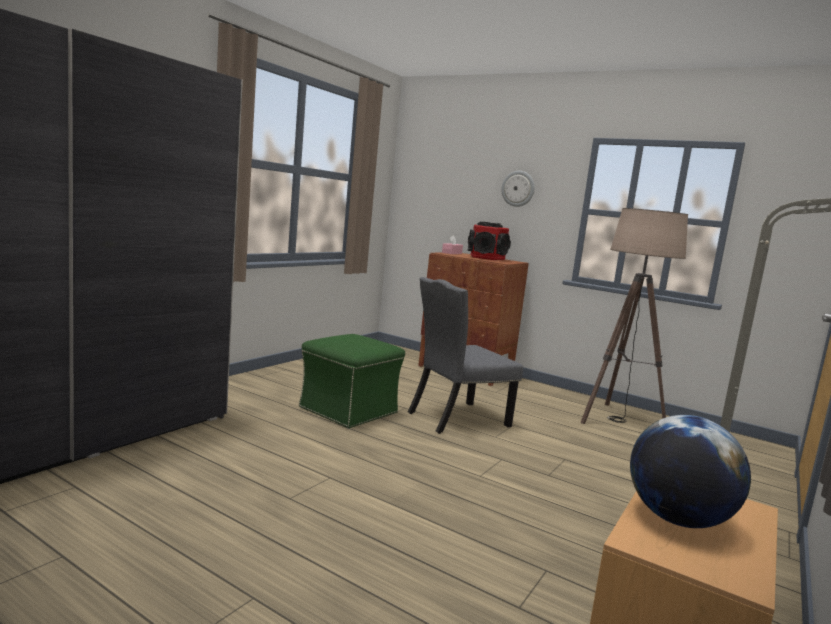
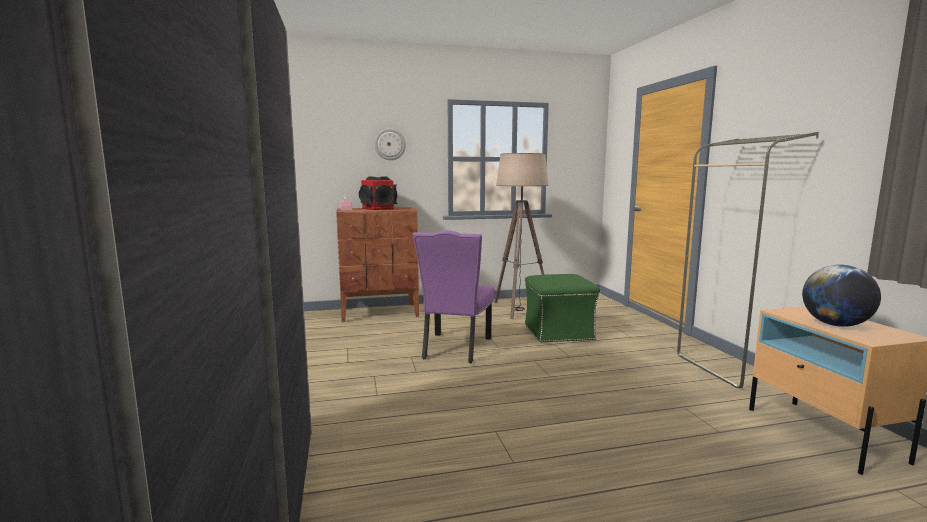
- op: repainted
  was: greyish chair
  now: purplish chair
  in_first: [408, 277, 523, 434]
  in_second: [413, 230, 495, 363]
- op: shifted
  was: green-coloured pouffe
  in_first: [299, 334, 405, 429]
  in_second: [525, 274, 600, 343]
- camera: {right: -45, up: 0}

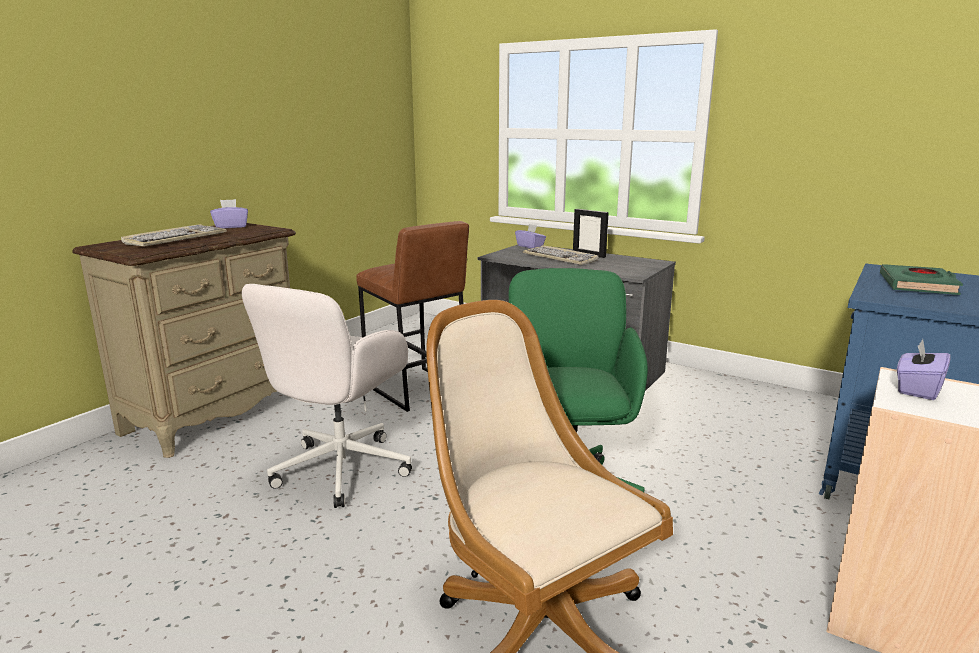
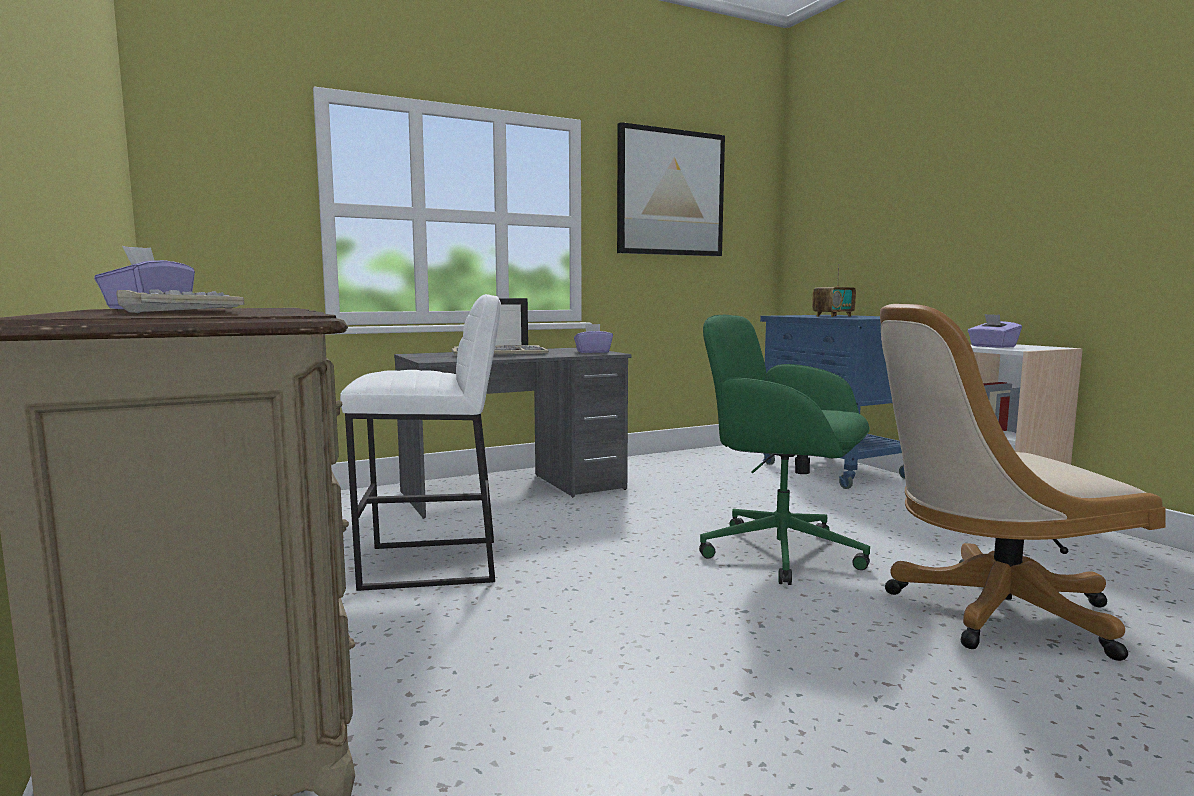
- op: repainted
  was: brown sitting stool
  now: whitish sitting stool
  in_first: [356, 221, 469, 412]
  in_second: [340, 294, 501, 591]
- op: shifted
  was: purplish box of tissues
  in_first: [515, 224, 546, 248]
  in_second: [574, 324, 613, 353]
- op: swapped
  was: green-coloured book
  now: radio
  in_first: [880, 264, 963, 295]
  in_second: [812, 264, 856, 317]
- op: gone
  was: whitish office chair
  in_first: [242, 284, 412, 508]
- op: new
  now: wall picture
  in_second: [617, 122, 725, 256]
- camera: {right: -60, up: -10}

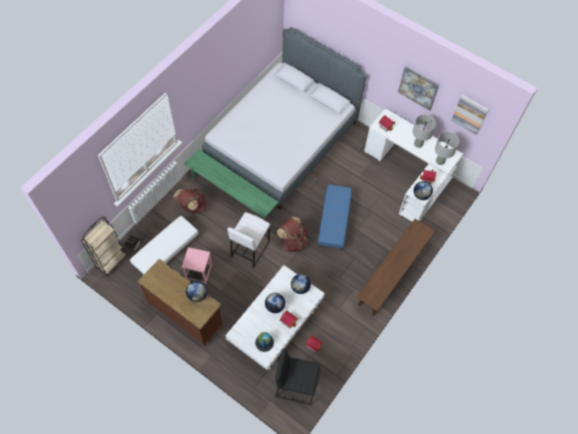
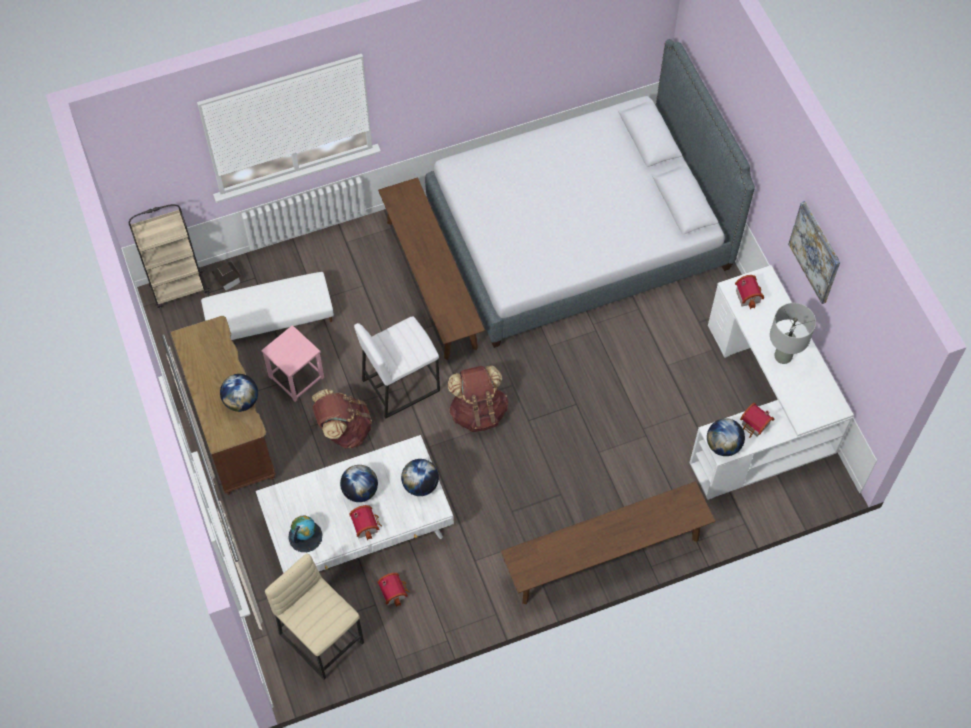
- op: gone
  was: wall picture
  in_first: [451, 95, 489, 135]
- op: gone
  was: greyish table lamp
  in_first: [435, 132, 459, 165]
- op: repainted
  was: green-coloured indoor bench
  now: brown indoor bench
  in_first: [184, 149, 278, 219]
  in_second: [378, 177, 485, 360]
- op: gone
  was: blue-coloured pouffe
  in_first: [318, 185, 352, 251]
- op: shifted
  was: brown rucksack
  in_first: [173, 188, 206, 214]
  in_second: [312, 389, 372, 448]
- op: repainted
  was: black sitting stool
  now: beige sitting stool
  in_first: [275, 349, 320, 405]
  in_second: [265, 553, 364, 679]
- camera: {right: 35, up: 0}

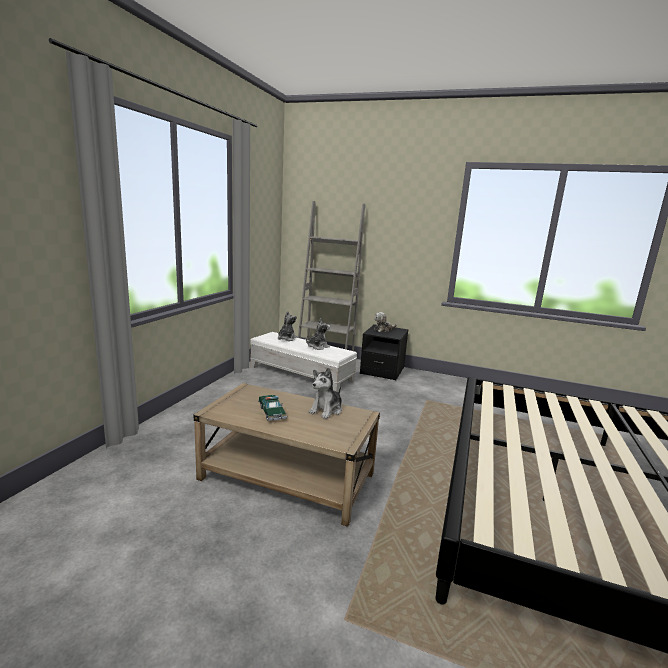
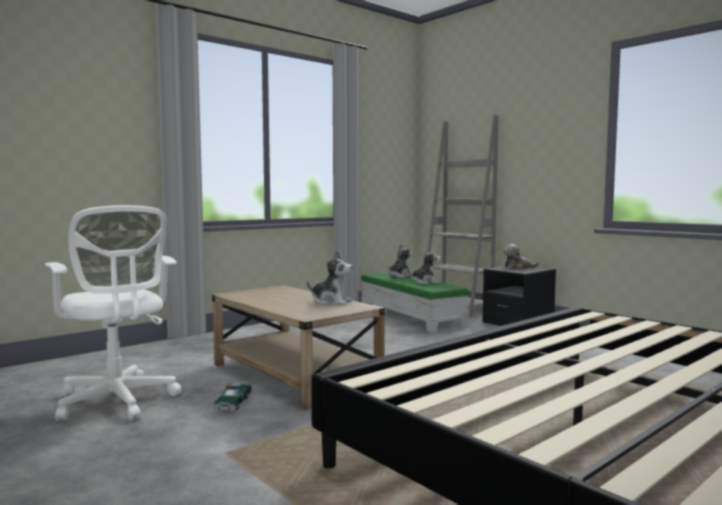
- op: repainted
  was: whitish pouffe
  now: green-coloured pouffe
  in_first: [250, 332, 357, 392]
  in_second: [361, 272, 469, 333]
- op: rotated
  was: soft toy
  in_first: [309, 368, 342, 419]
  in_second: [306, 251, 353, 305]
  clockwise: -135
- op: shifted
  was: model car
  in_first: [258, 395, 287, 421]
  in_second: [213, 384, 253, 410]
- op: new
  now: whitish office chair
  in_second: [45, 205, 182, 421]
- camera: {right: 30, up: -10}

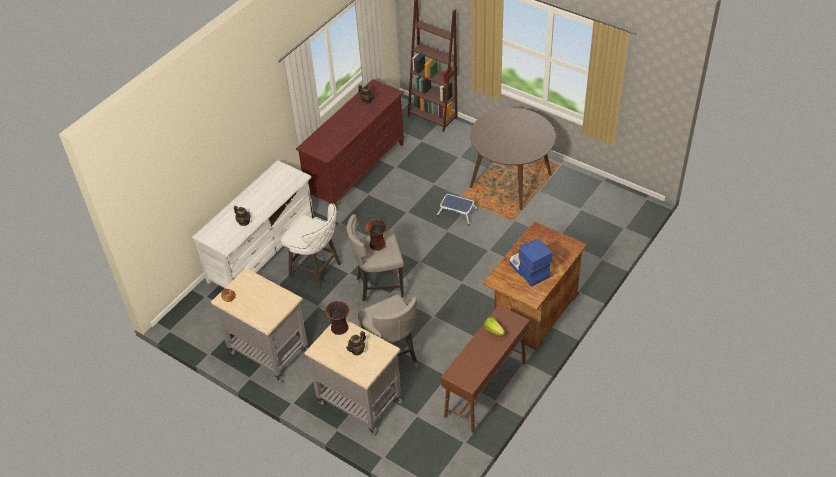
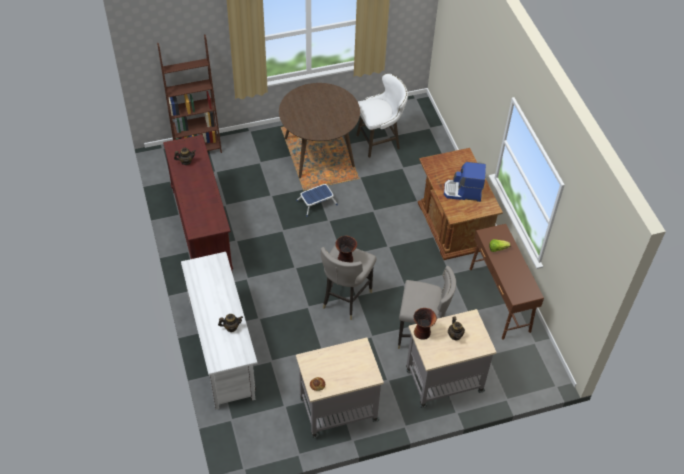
- op: shifted
  was: whitish sitting stool
  in_first: [281, 203, 341, 289]
  in_second: [356, 73, 408, 158]
- camera: {right: -55, up: 5}

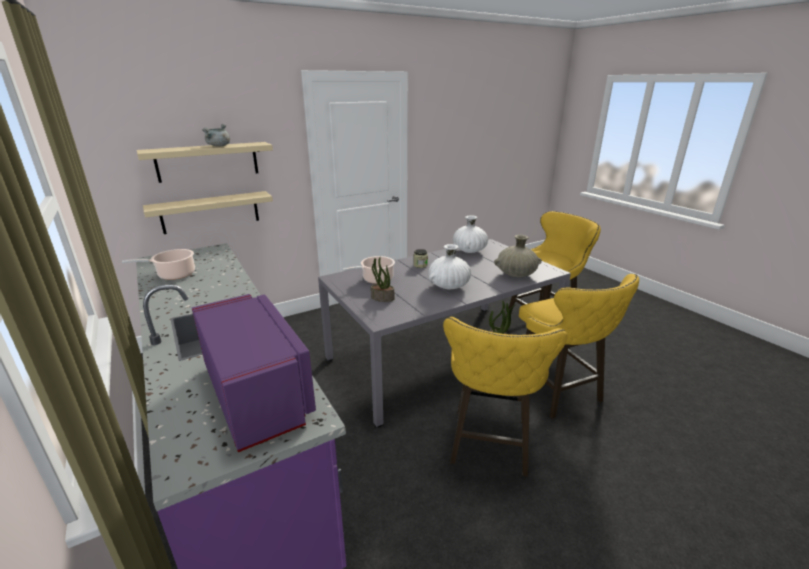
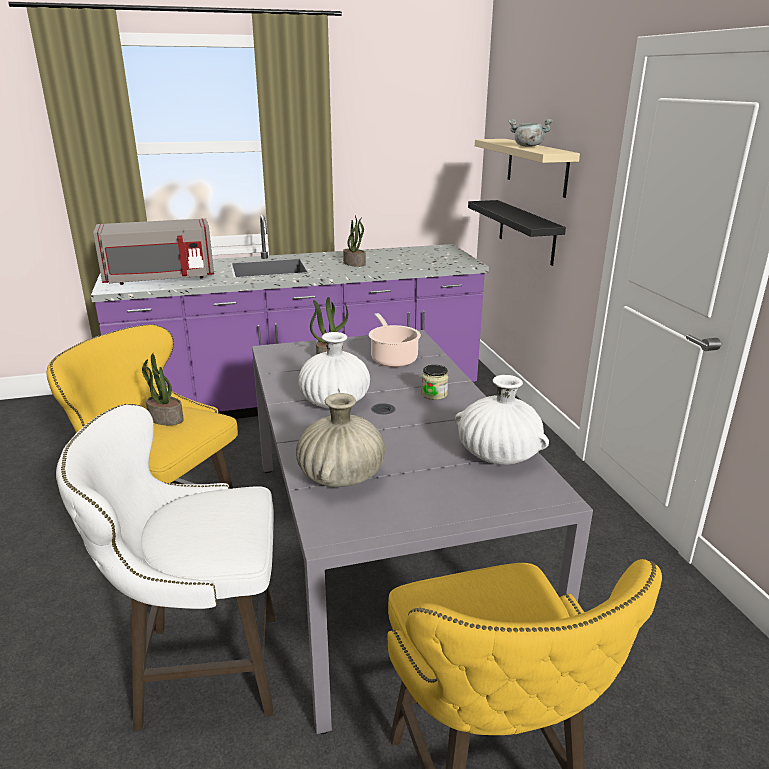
- op: repainted
  was: beige shelf
  now: black shelf
  in_first: [143, 191, 273, 234]
  in_second: [468, 200, 566, 266]
- op: gone
  was: saucepot
  in_first: [122, 249, 195, 280]
- op: repainted
  was: yellow sitting stool
  now: whitish sitting stool
  in_first: [519, 274, 639, 419]
  in_second: [56, 404, 275, 730]
- op: repainted
  was: purplish kitchen microwave
  now: greyish kitchen microwave
  in_first: [192, 294, 316, 452]
  in_second: [93, 218, 214, 285]
- op: new
  now: plant in a pot
  in_second: [343, 216, 366, 267]
- camera: {right: 105, up: 0}

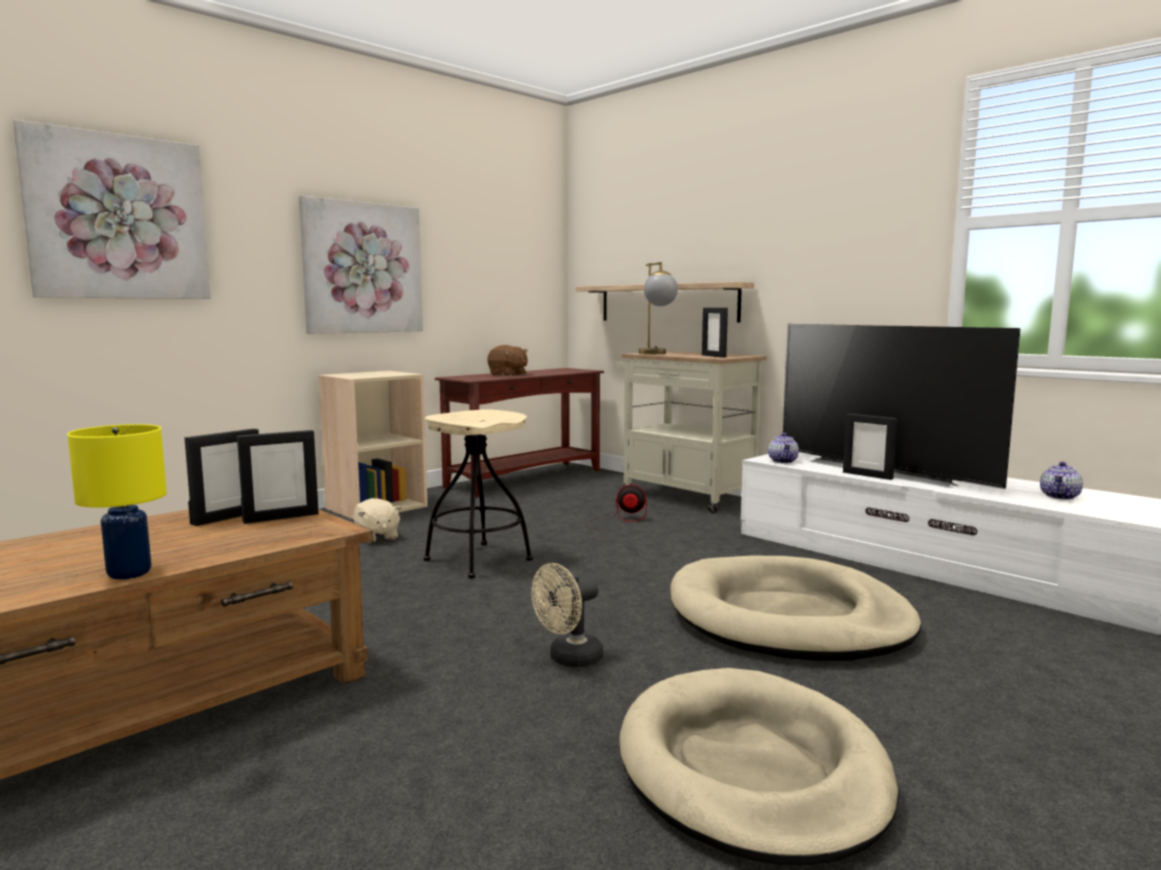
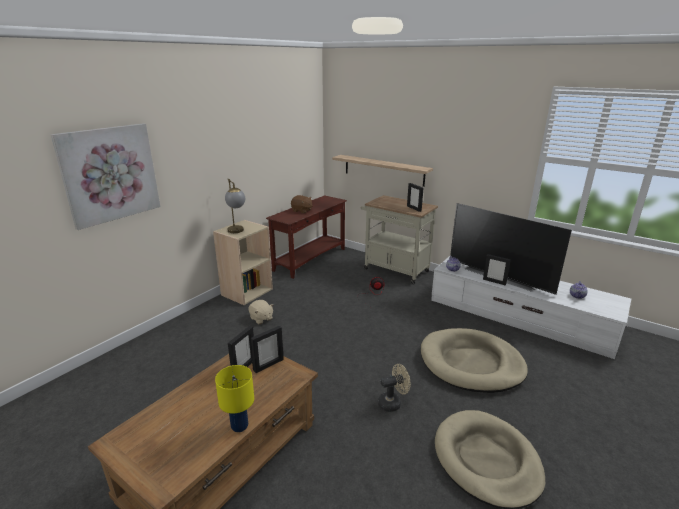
- op: gone
  was: wall picture
  in_first: [299, 196, 423, 334]
- op: shifted
  was: table lamp
  in_first: [639, 262, 678, 354]
  in_second: [225, 179, 245, 233]
- op: gone
  was: beige sitting stool
  in_first: [424, 409, 533, 579]
- op: rotated
  was: beige cooling fan
  in_first: [531, 563, 604, 667]
  in_second: [378, 364, 410, 412]
  clockwise: -150
- camera: {right: -10, up: 15}

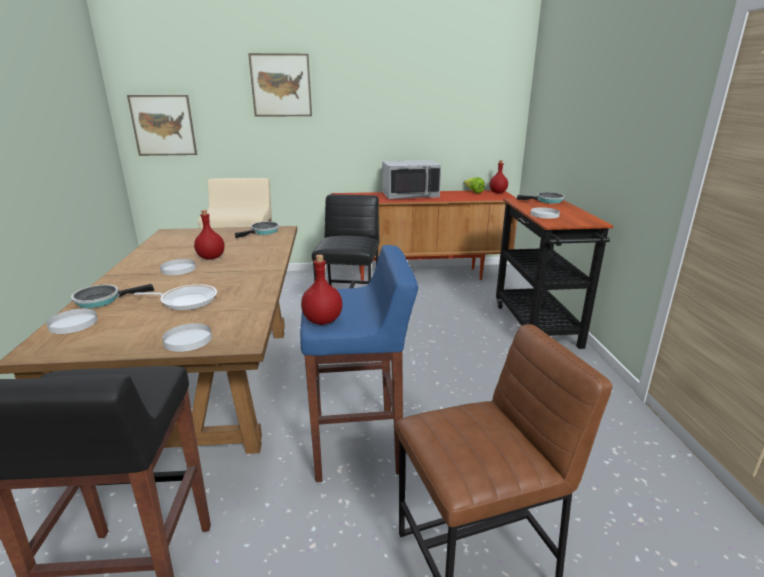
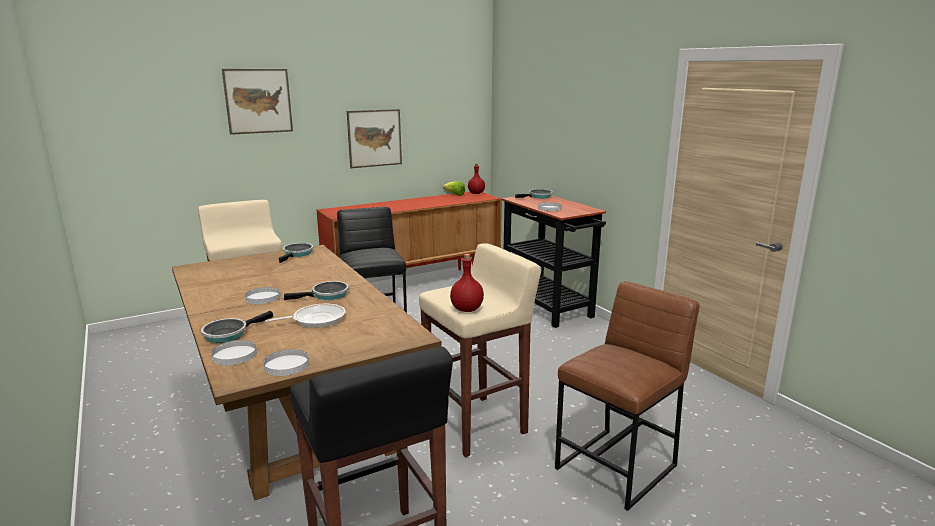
- op: shifted
  was: wall picture
  in_first: [127, 95, 197, 156]
  in_second: [347, 109, 402, 168]
- op: gone
  was: greyish kitchen microwave
  in_first: [382, 160, 441, 199]
- op: gone
  was: reddish drink bottle
  in_first: [194, 210, 225, 260]
- op: repainted
  was: blue-coloured sitting stool
  now: beige sitting stool
  in_first: [300, 245, 418, 482]
  in_second: [419, 243, 541, 457]
- op: shifted
  was: whitish flat dish
  in_first: [162, 323, 212, 352]
  in_second: [263, 349, 309, 376]
- op: new
  now: skillet
  in_second: [284, 281, 349, 300]
- camera: {right: -25, up: -5}

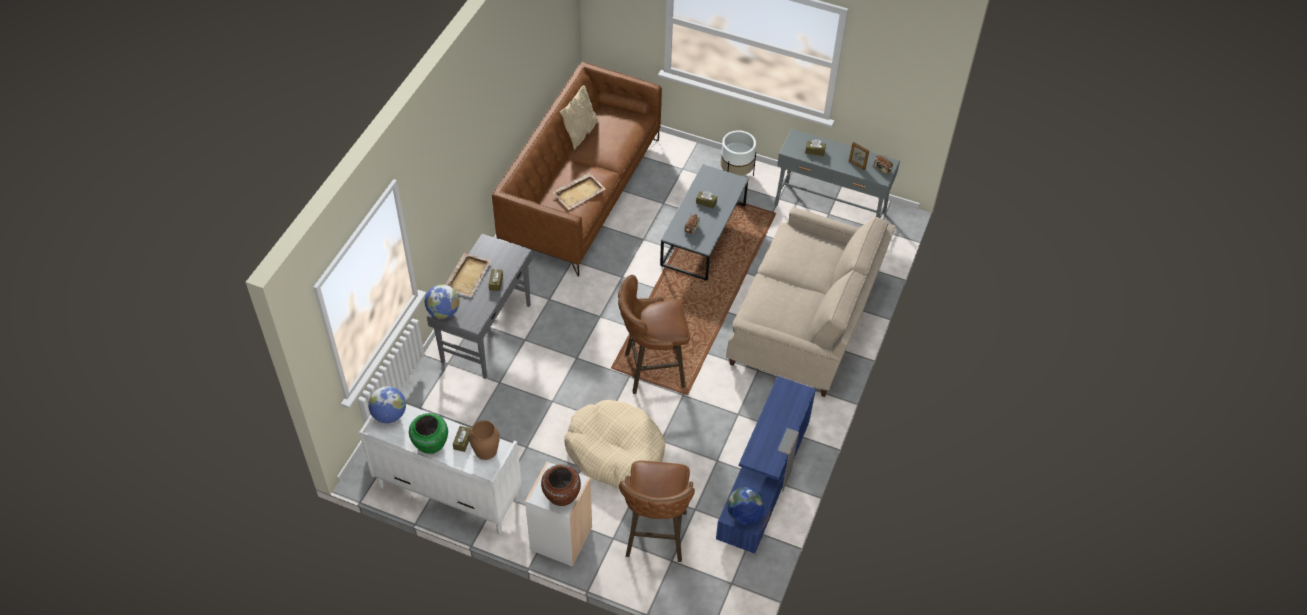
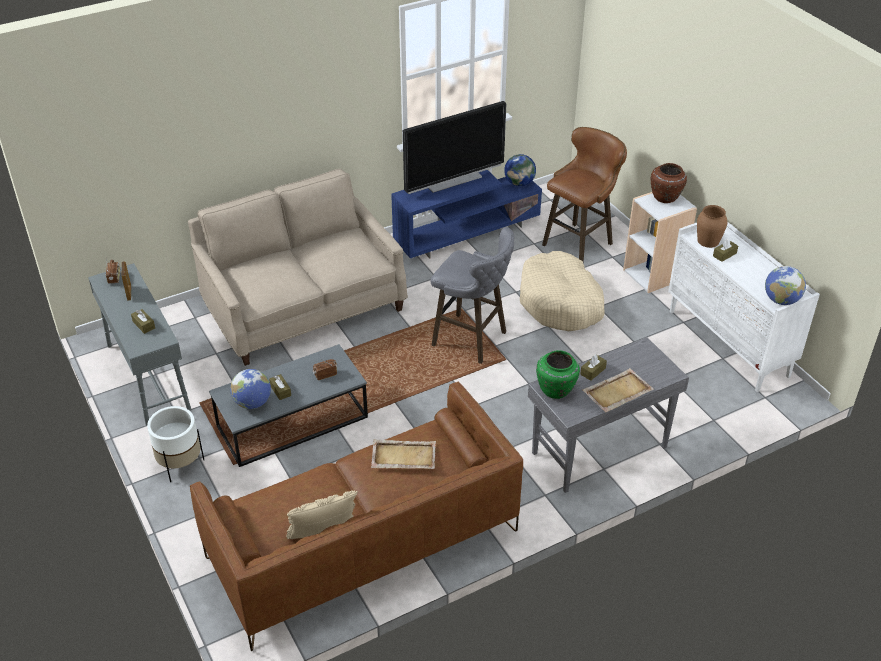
- op: repainted
  was: brown sitting stool
  now: greyish sitting stool
  in_first: [618, 275, 690, 394]
  in_second: [430, 227, 514, 364]
- op: shifted
  was: desk globe
  in_first: [425, 284, 459, 319]
  in_second: [230, 369, 271, 409]
- op: shifted
  was: green-coloured vase
  in_first: [409, 413, 448, 454]
  in_second: [536, 350, 580, 399]
- op: new
  now: TV
  in_second: [403, 101, 506, 194]
- camera: {right: -140, up: -10}

